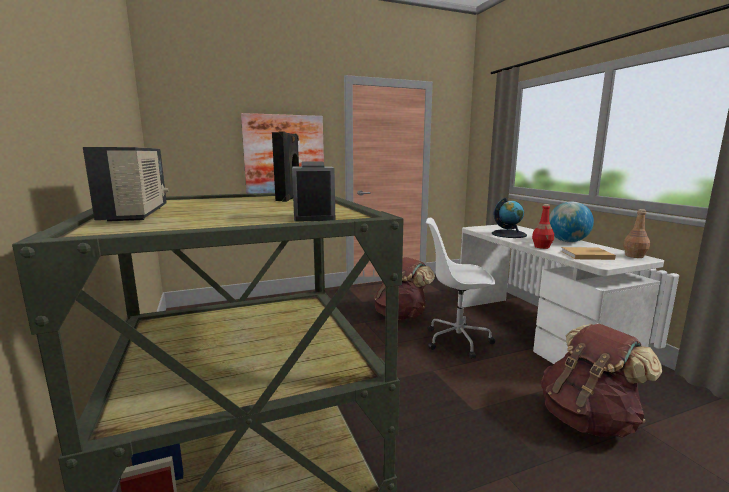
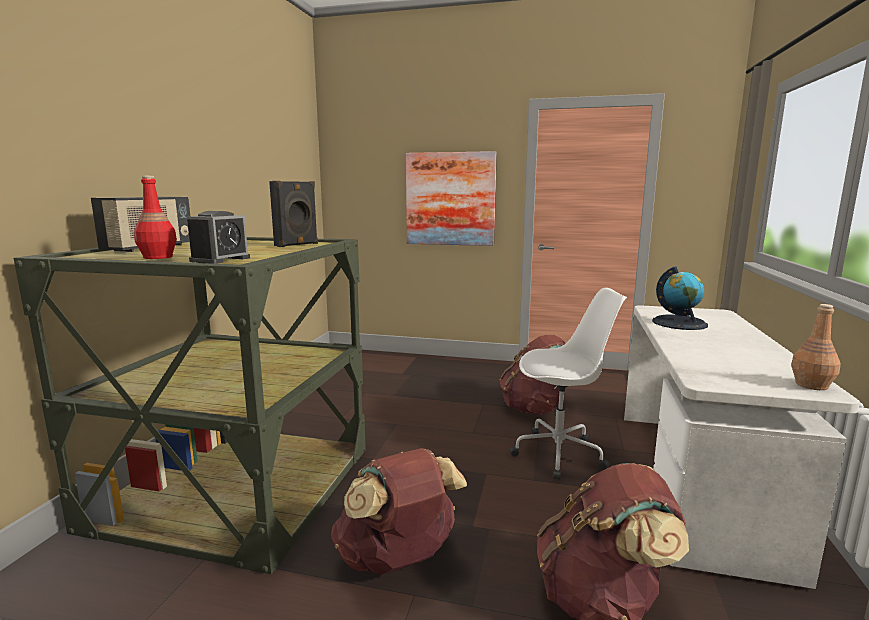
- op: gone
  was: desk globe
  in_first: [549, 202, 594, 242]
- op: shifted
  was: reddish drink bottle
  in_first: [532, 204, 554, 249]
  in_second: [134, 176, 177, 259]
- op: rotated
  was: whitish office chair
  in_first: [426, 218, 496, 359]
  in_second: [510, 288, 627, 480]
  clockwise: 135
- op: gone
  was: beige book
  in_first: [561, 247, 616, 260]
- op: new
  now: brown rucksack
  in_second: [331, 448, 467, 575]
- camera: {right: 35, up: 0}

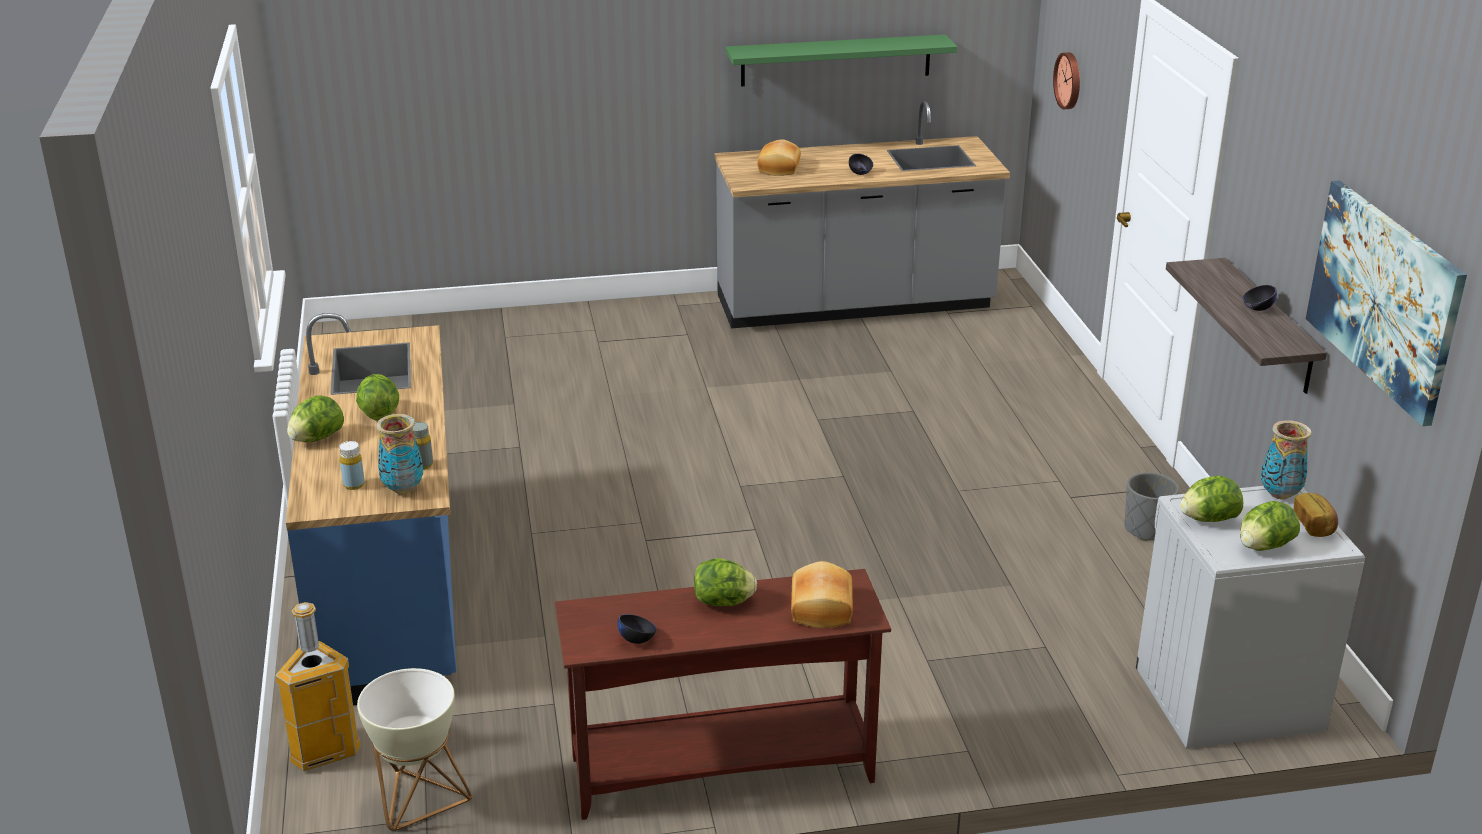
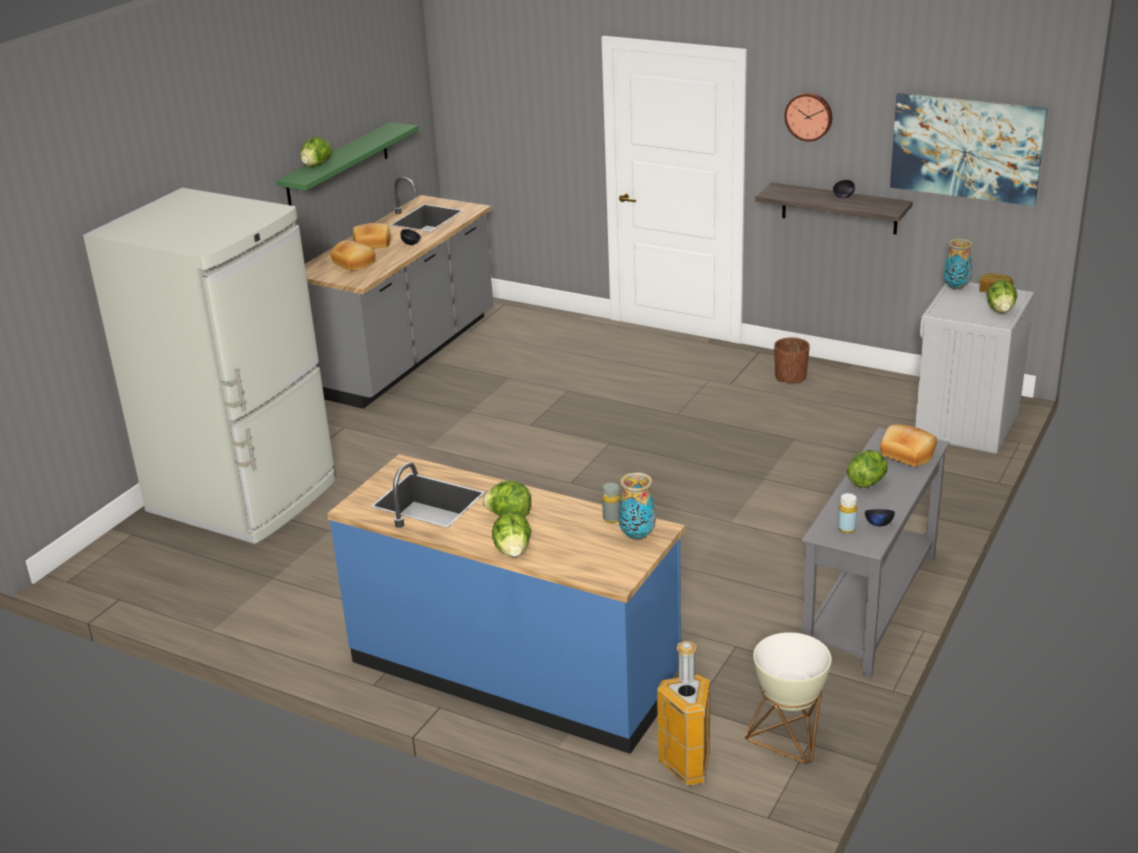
- op: shifted
  was: clock on the wall
  in_first: [1053, 52, 1080, 109]
  in_second: [784, 93, 832, 142]
- op: shifted
  was: yellow drink bottle
  in_first: [339, 441, 365, 490]
  in_second: [838, 493, 857, 533]
- op: repainted
  was: greyish flower pot
  now: brown flower pot
  in_first: [1124, 472, 1179, 541]
  in_second: [774, 337, 810, 383]
- op: shifted
  was: head of lettuce
  in_first: [1180, 476, 1243, 522]
  in_second: [300, 137, 332, 167]
- op: repainted
  was: brown hall table
  now: greyish hall table
  in_first: [555, 569, 891, 820]
  in_second: [802, 427, 950, 678]
- op: new
  now: whitish kitchen fridge
  in_second: [83, 188, 335, 544]
- op: new
  now: baked bread
  in_second: [353, 223, 391, 249]
- camera: {right: -50, up: 0}

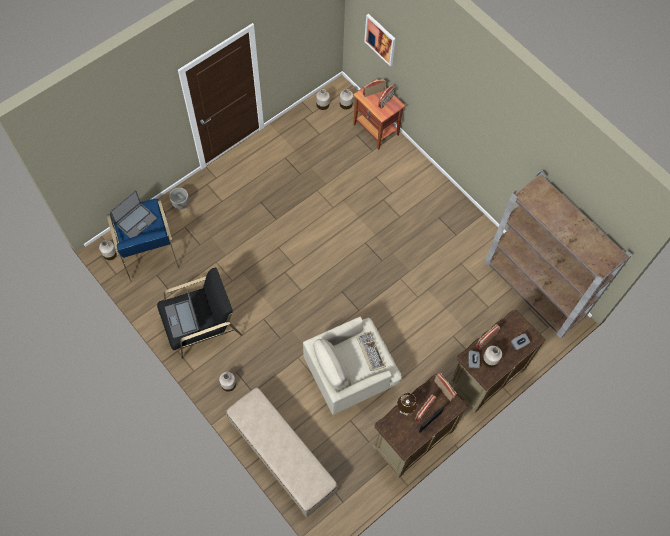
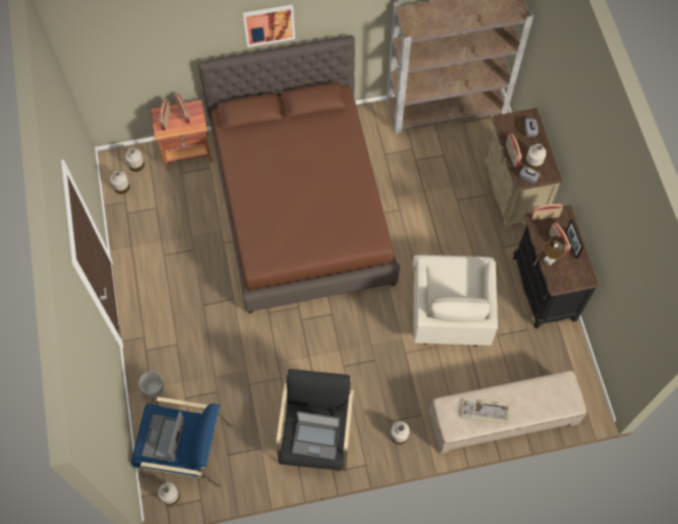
- op: shifted
  was: wall picture
  in_first: [364, 14, 396, 66]
  in_second: [243, 4, 295, 47]
- op: rotated
  was: portable computer
  in_first: [110, 190, 157, 238]
  in_second: [142, 411, 185, 462]
  clockwise: -150
- op: shifted
  was: PC keyboard
  in_first: [357, 331, 386, 371]
  in_second: [461, 400, 510, 424]
- op: repainted
  was: beige drawer chest
  now: black drawer chest
  in_first: [373, 374, 468, 479]
  in_second: [513, 205, 599, 329]
- op: new
  now: brown sleeping bed
  in_second: [198, 35, 400, 313]
- camera: {right: -60, up: 0}

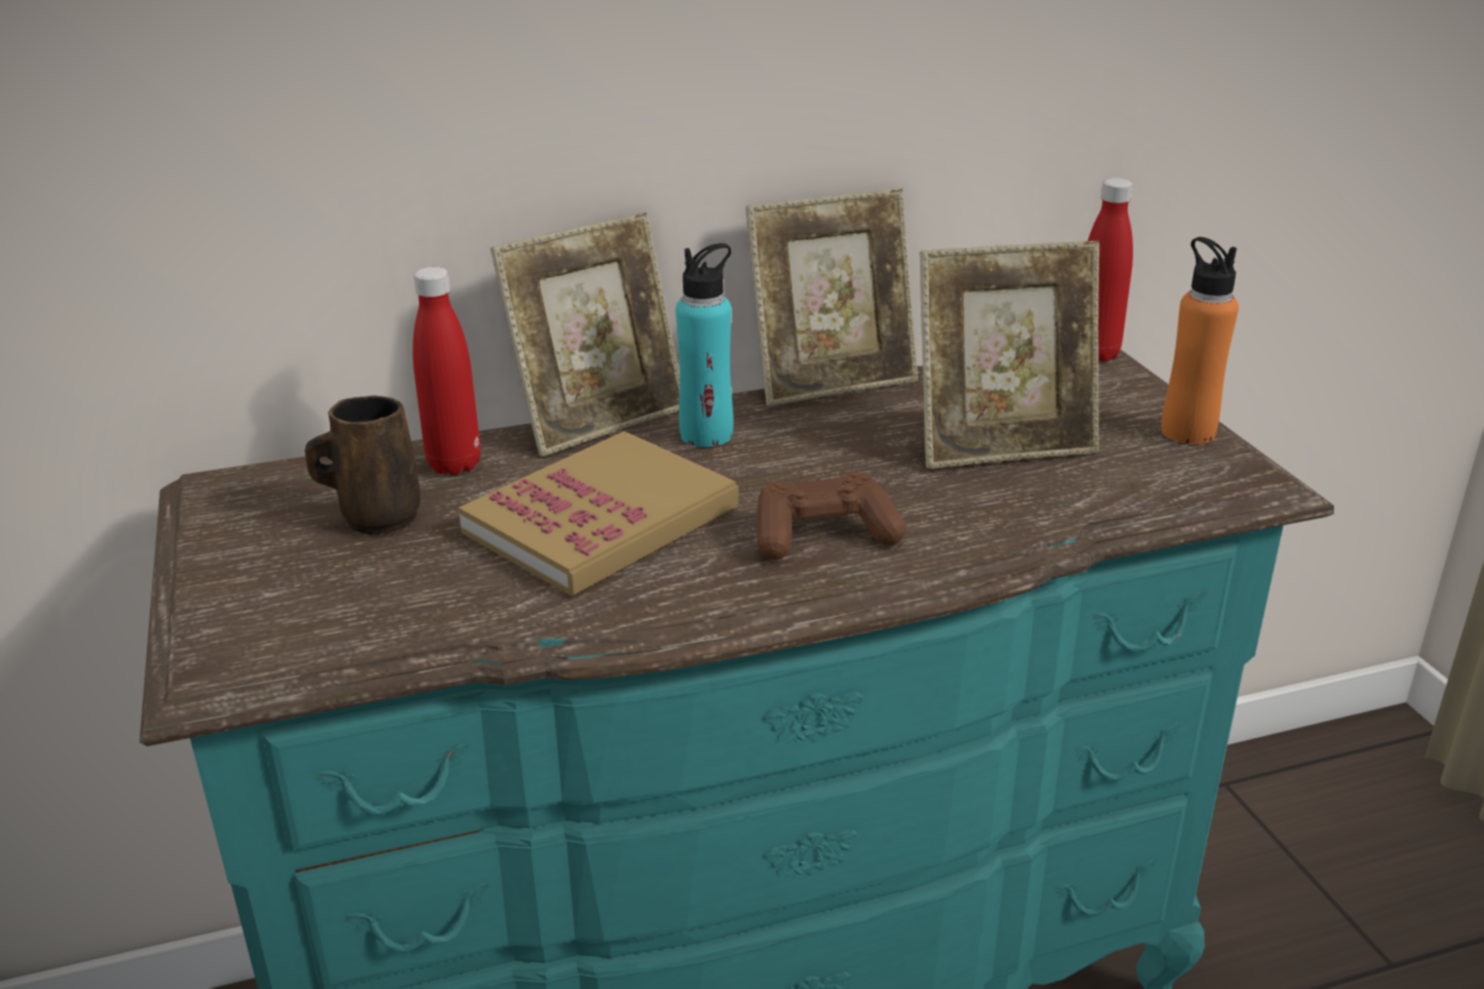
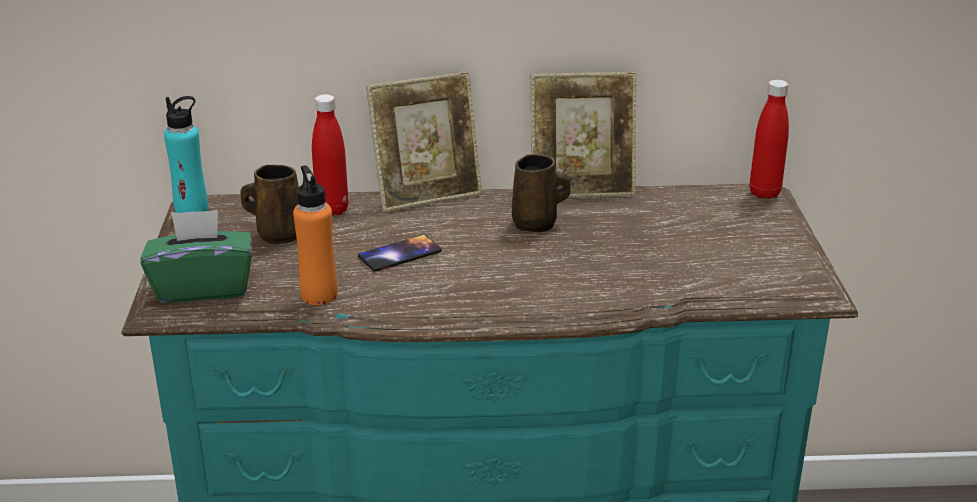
- op: shifted
  was: orange-coloured drink bottle
  in_first: [1161, 237, 1239, 444]
  in_second: [293, 165, 338, 305]
- op: gone
  was: standing frame
  in_first: [920, 241, 1099, 469]
- op: shifted
  was: turquoise drink bottle
  in_first: [676, 243, 733, 447]
  in_second: [164, 96, 208, 213]
- op: swapped
  was: book
  now: telephone
  in_first: [458, 431, 739, 596]
  in_second: [358, 235, 442, 272]
- op: gone
  was: brown gamepad
  in_first: [756, 472, 906, 560]
- op: new
  now: brown coffee mug
  in_second: [512, 154, 570, 232]
- op: new
  now: green-coloured box of tissues
  in_second: [140, 210, 252, 303]
- camera: {right: 15, up: 0}

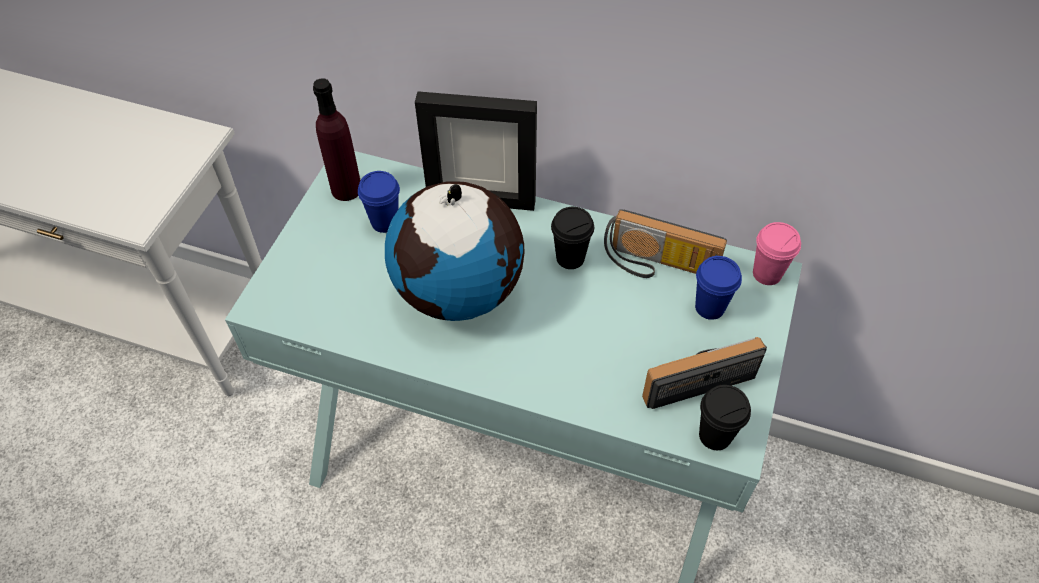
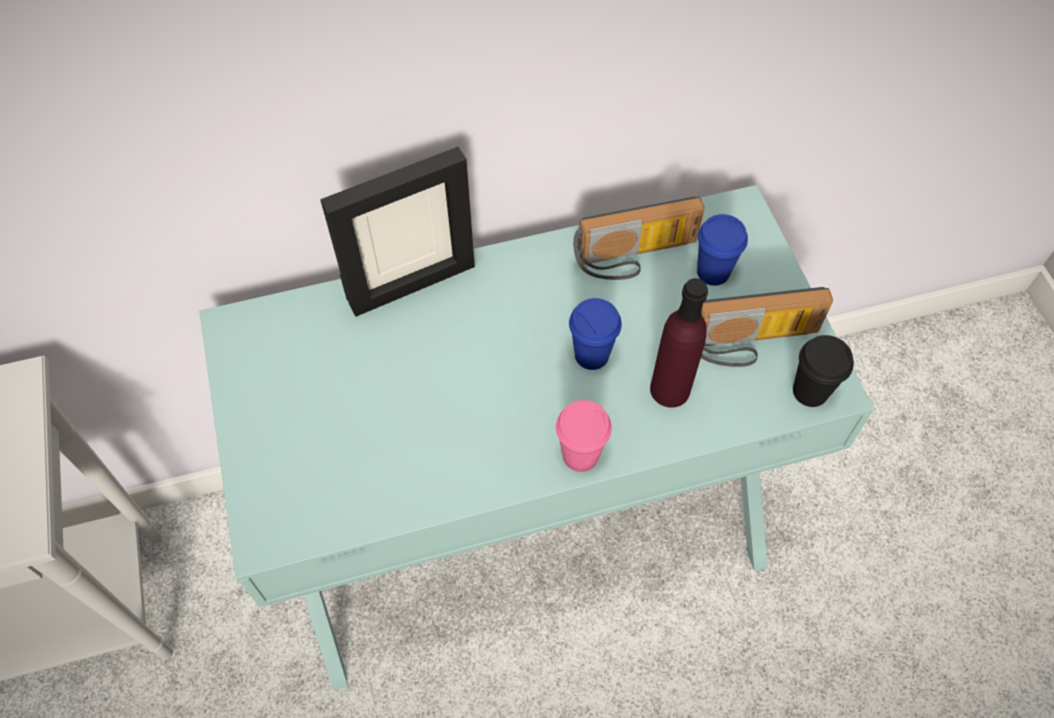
- op: shifted
  was: purplish drink bottle
  in_first: [313, 78, 360, 201]
  in_second: [650, 278, 708, 408]
- op: shifted
  was: blue-coloured small cup
  in_first: [358, 171, 400, 233]
  in_second: [569, 298, 622, 370]
- op: gone
  was: desk globe
  in_first: [385, 181, 525, 321]
- op: gone
  was: black small cup
  in_first: [551, 207, 594, 269]
- op: shifted
  was: pink small cup
  in_first: [753, 222, 801, 285]
  in_second: [556, 400, 612, 472]
- op: rotated
  was: radio
  in_first: [642, 337, 767, 409]
  in_second: [701, 287, 833, 367]
  clockwise: -135
- camera: {right: -35, up: 5}

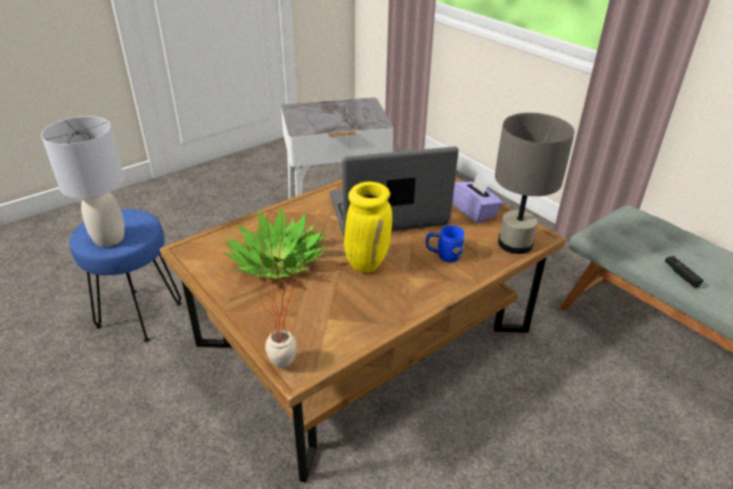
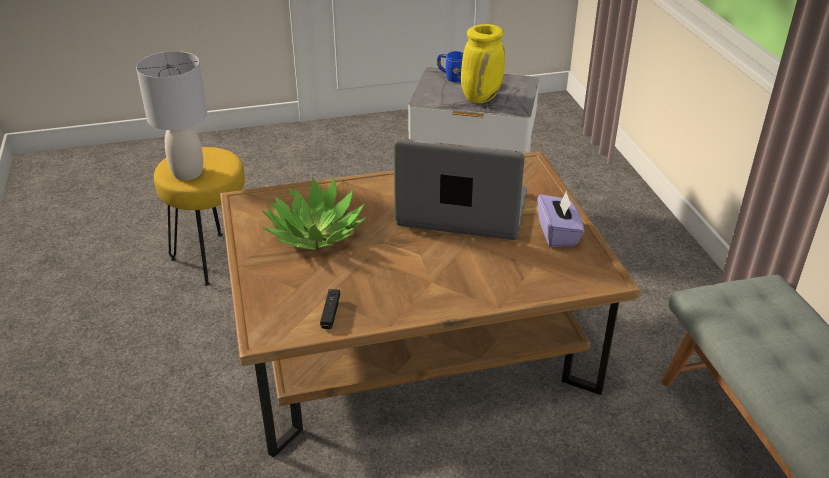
- op: gone
  was: greyish table lamp
  in_first: [495, 113, 575, 254]
- op: shifted
  was: yellow vase
  in_first: [344, 182, 392, 272]
  in_second: [461, 24, 505, 103]
- op: gone
  was: plant in a pot
  in_first: [253, 205, 310, 369]
- op: repainted
  was: blue-coloured sitting stool
  now: yellow sitting stool
  in_first: [70, 209, 182, 343]
  in_second: [154, 147, 245, 286]
- op: shifted
  was: blue-coloured coffee mug
  in_first: [426, 225, 465, 262]
  in_second: [437, 51, 463, 82]
- op: shifted
  was: black gamepad
  in_first: [665, 256, 704, 288]
  in_second: [320, 289, 340, 329]
- camera: {right: 25, up: 0}

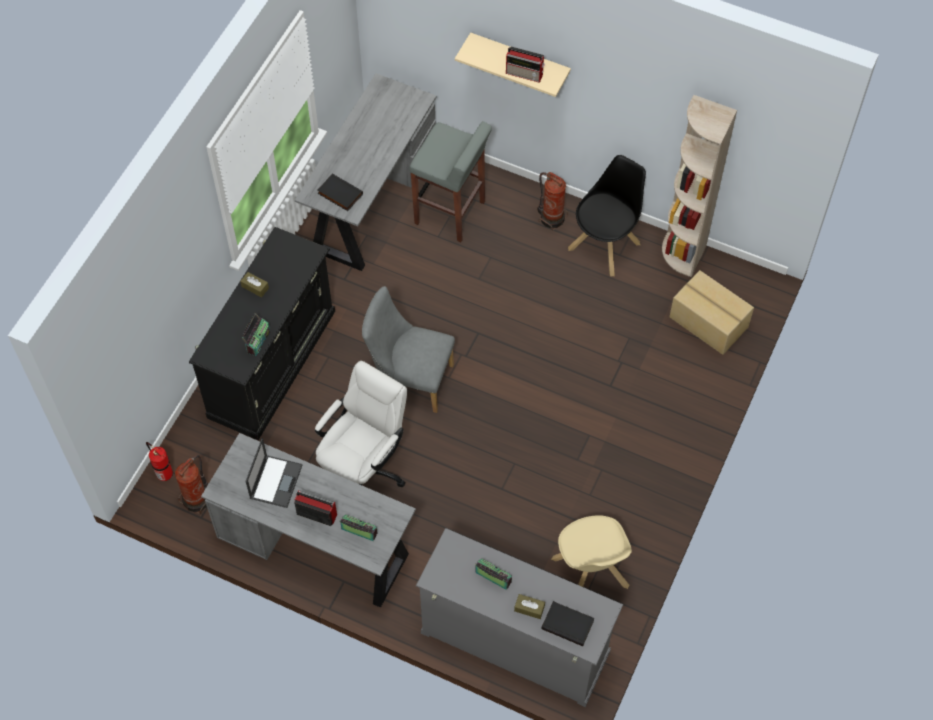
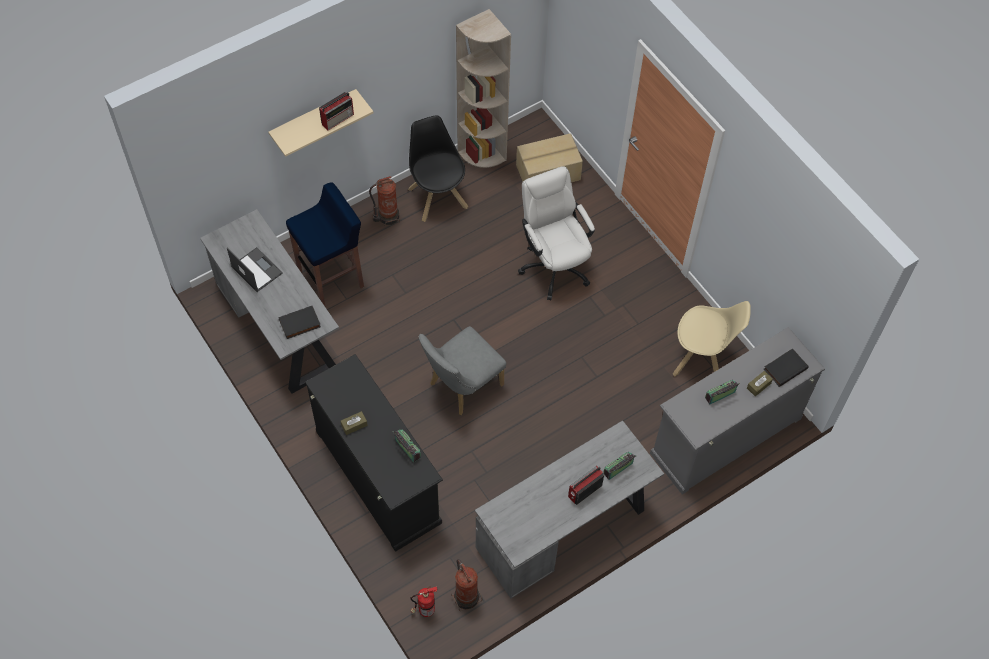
- op: repainted
  was: greyish sitting stool
  now: blue-coloured sitting stool
  in_first: [409, 121, 492, 242]
  in_second: [286, 182, 364, 306]
- op: shifted
  was: whitish office chair
  in_first: [315, 361, 407, 487]
  in_second: [518, 166, 595, 301]
- op: shifted
  was: portable computer
  in_first: [246, 438, 303, 508]
  in_second: [227, 247, 283, 292]
- camera: {right: -60, up: 0}

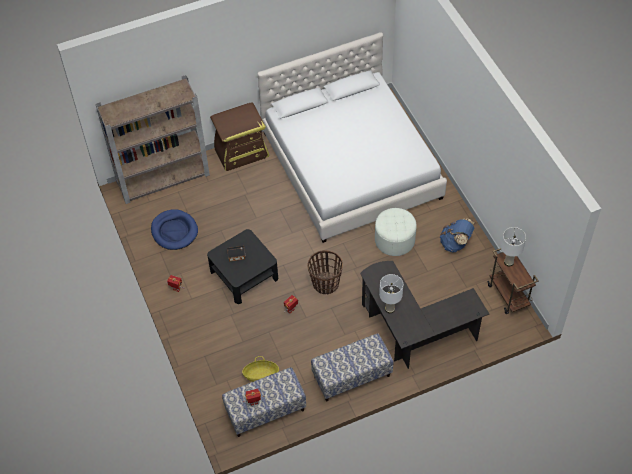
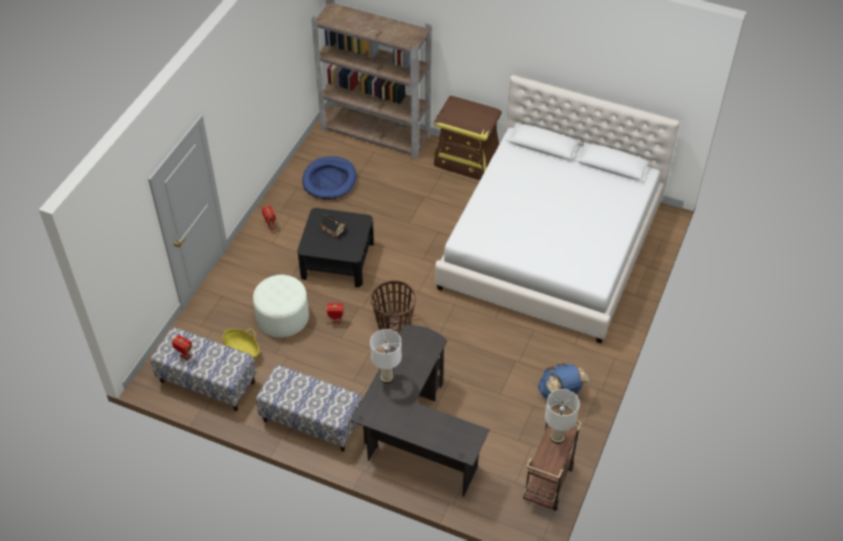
- op: shifted
  was: whitish pouffe
  in_first: [375, 208, 416, 256]
  in_second: [253, 275, 309, 338]
- camera: {right: 45, up: -5}

